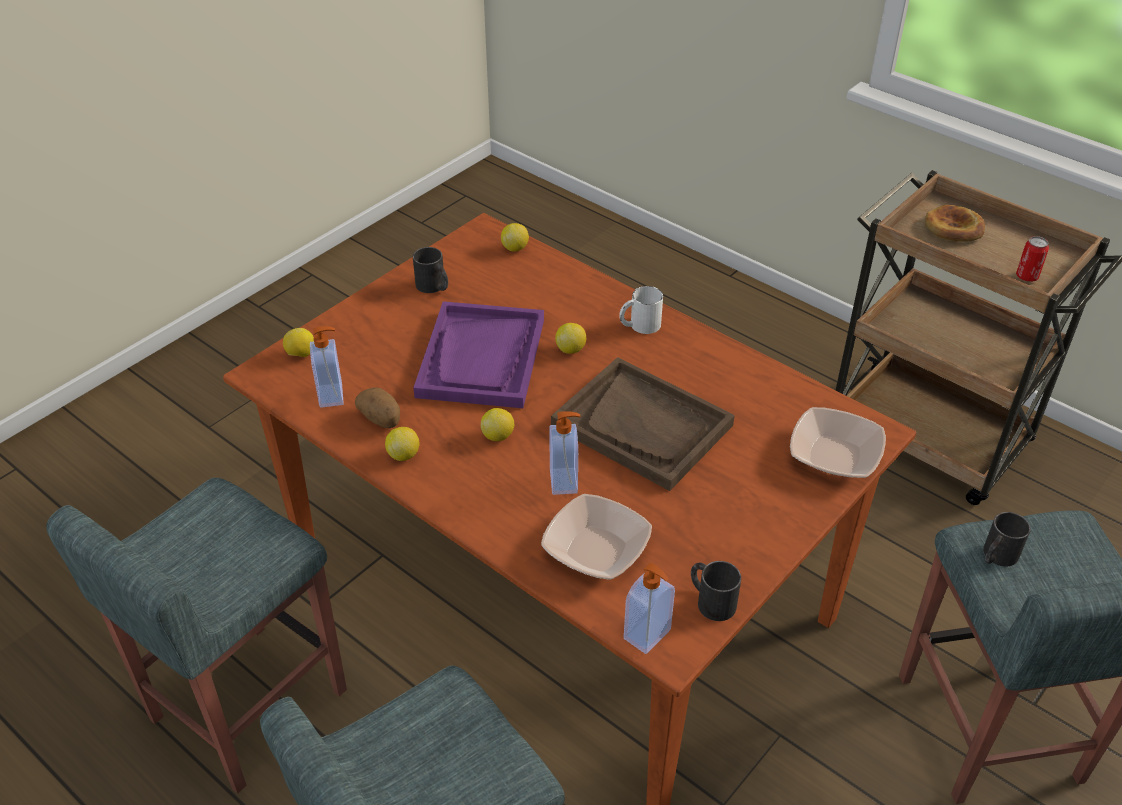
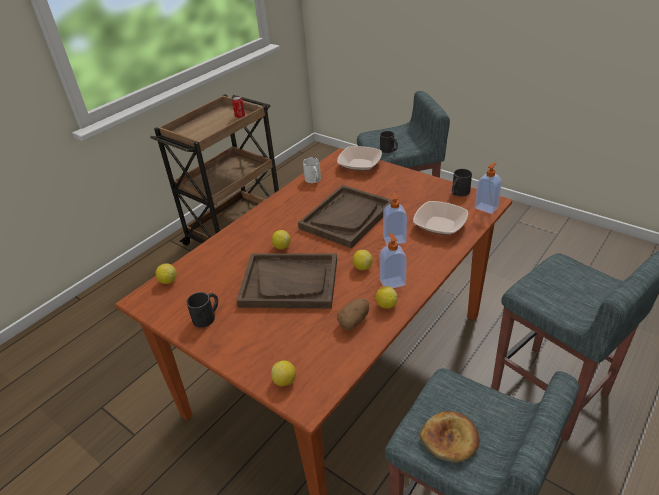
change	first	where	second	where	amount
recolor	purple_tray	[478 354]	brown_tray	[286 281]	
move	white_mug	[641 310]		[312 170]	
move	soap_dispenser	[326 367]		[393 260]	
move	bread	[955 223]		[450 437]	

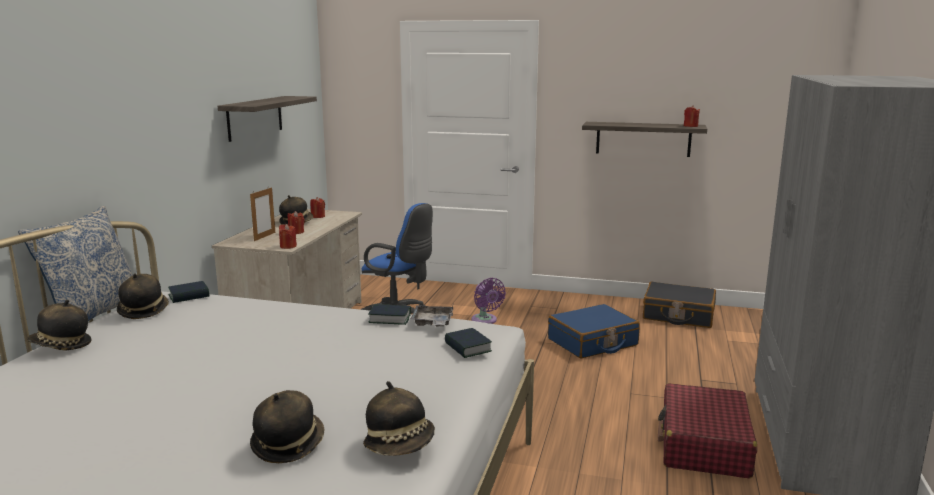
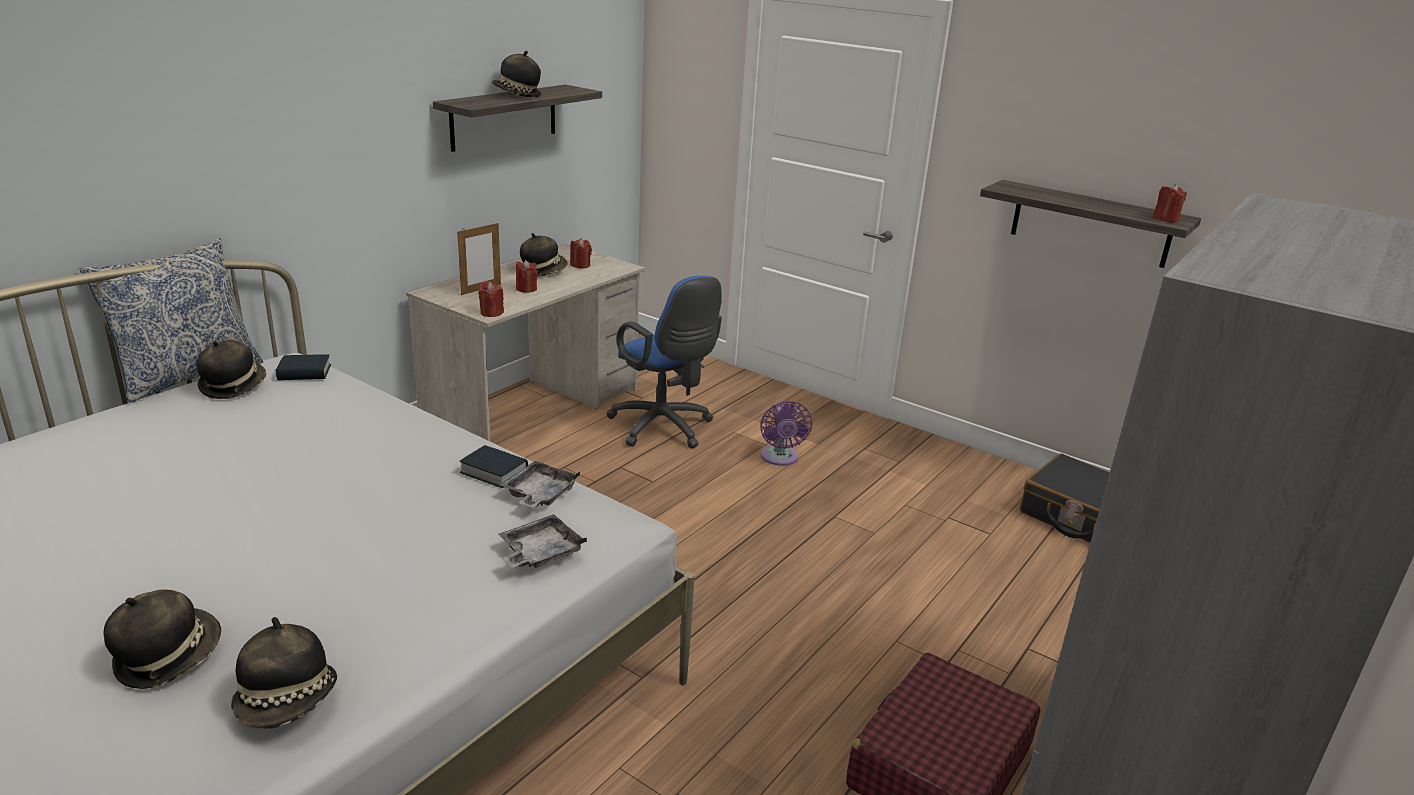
change	first	where	second	where	amount
move	hat	[59 325]		[516 74]	
replace	book	[468 343]	grey_tray	[543 541]	
delete	blue_suitcase	[594 331]			

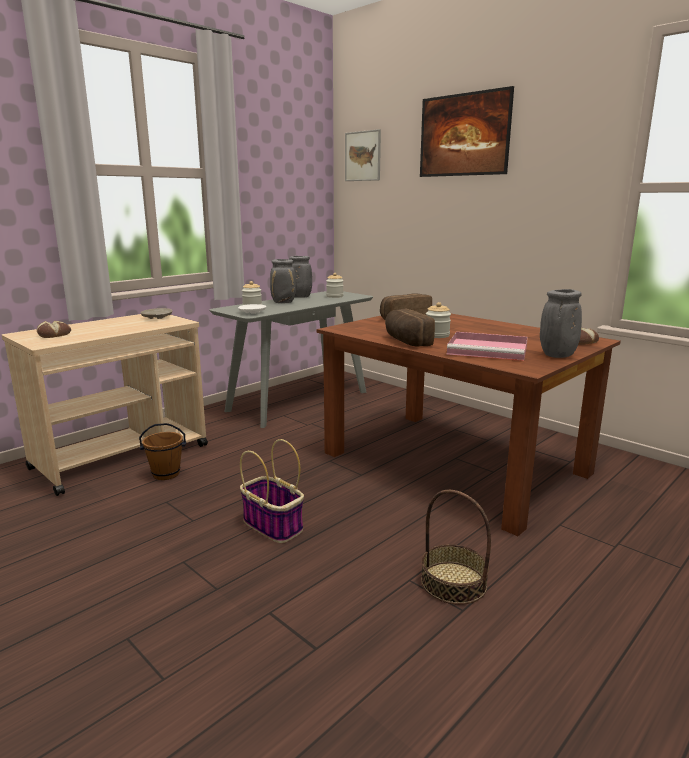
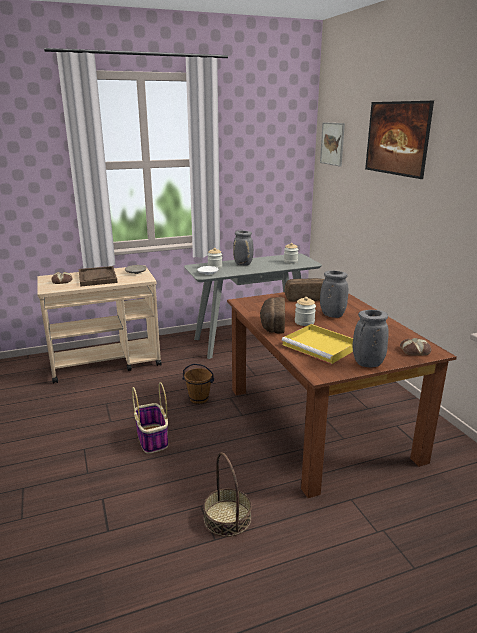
change	first	where	second	where	amount
insert			brown_tray	[98 276]	
move	brown_bucket	[162 451]		[198 384]	
recolor	pink_tray	[487 346]	yellow_tray	[317 344]	
move	grey_vase	[300 277]		[334 294]	

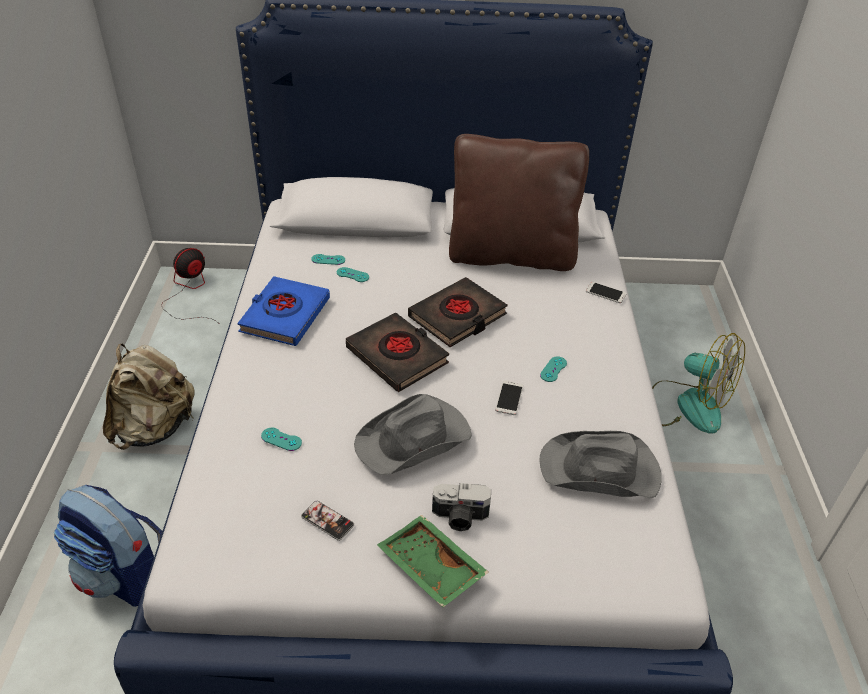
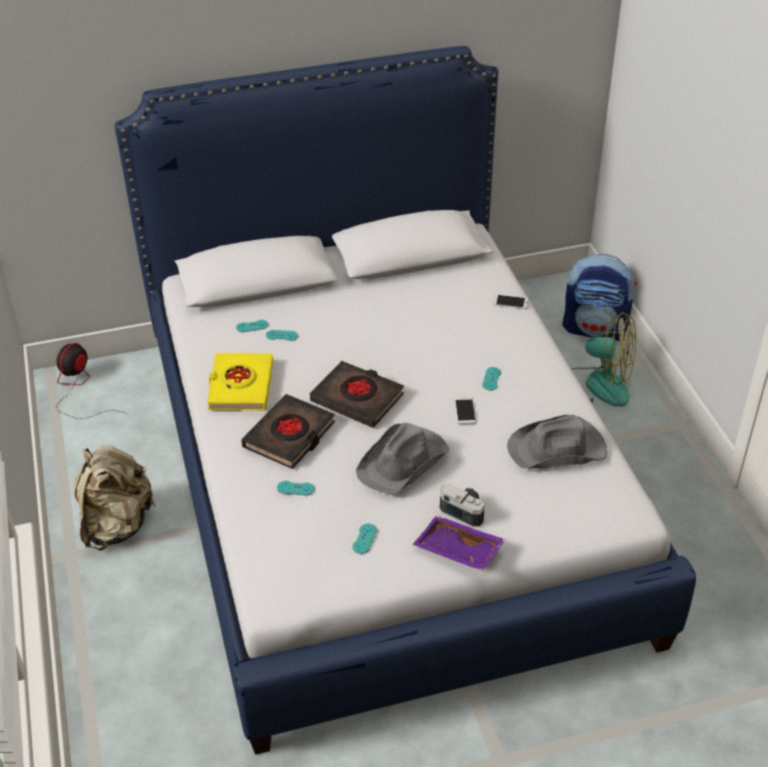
change	first	where	second	where	amount
recolor	blue_book	[283 311]	yellow_book	[240 382]	
move	black_book	[458 312]		[288 431]	
replace	phone	[327 521]	turquoise_game_controller	[364 539]	
recolor	green_tray	[433 561]	purple_tray	[459 543]	
rotate	photo_camera	[461 507]		[462 505]	135 degrees counterclockwise
move	backpack	[108 546]		[600 297]	
delete	brown_pillow	[519 202]			

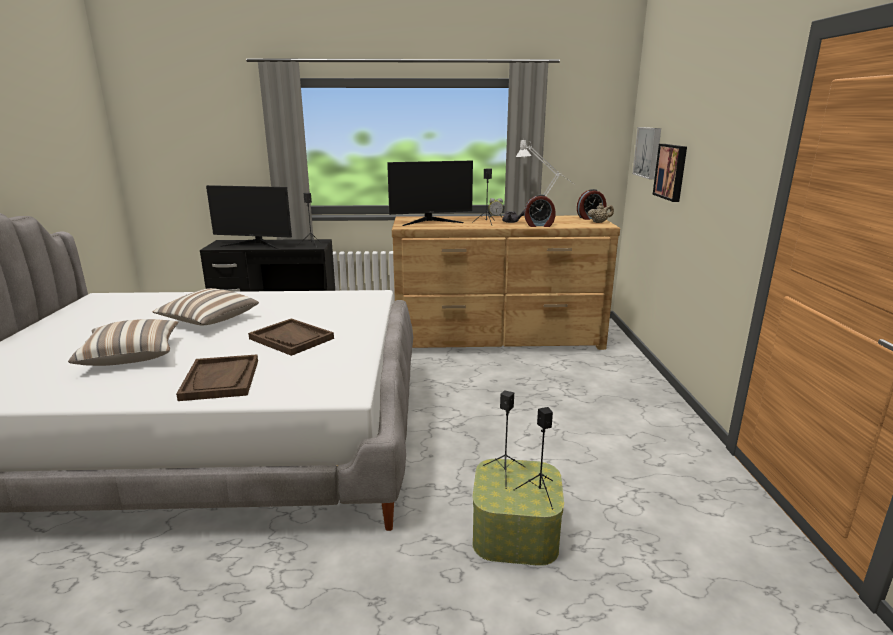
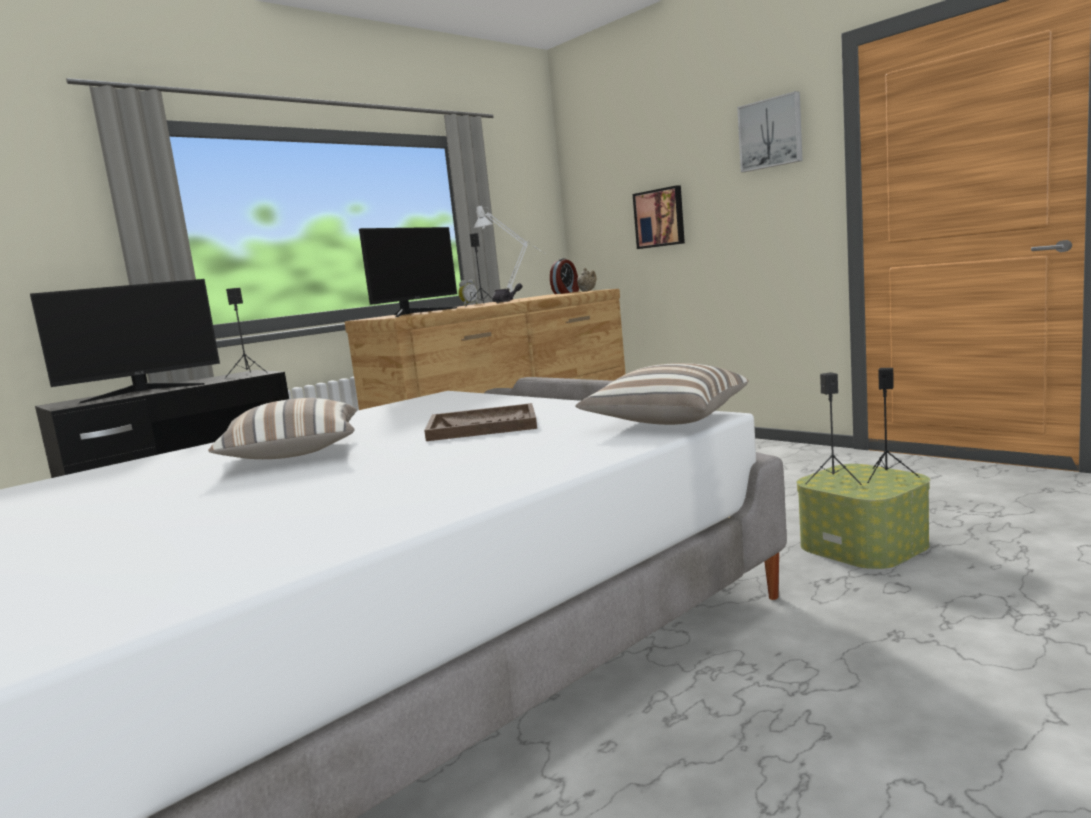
change	first	where	second	where	amount
move	pillow	[123 342]		[661 394]	
move	picture	[646 153]		[769 131]	
delete	brown_tray	[217 377]			
delete	alarm_clock	[540 210]			

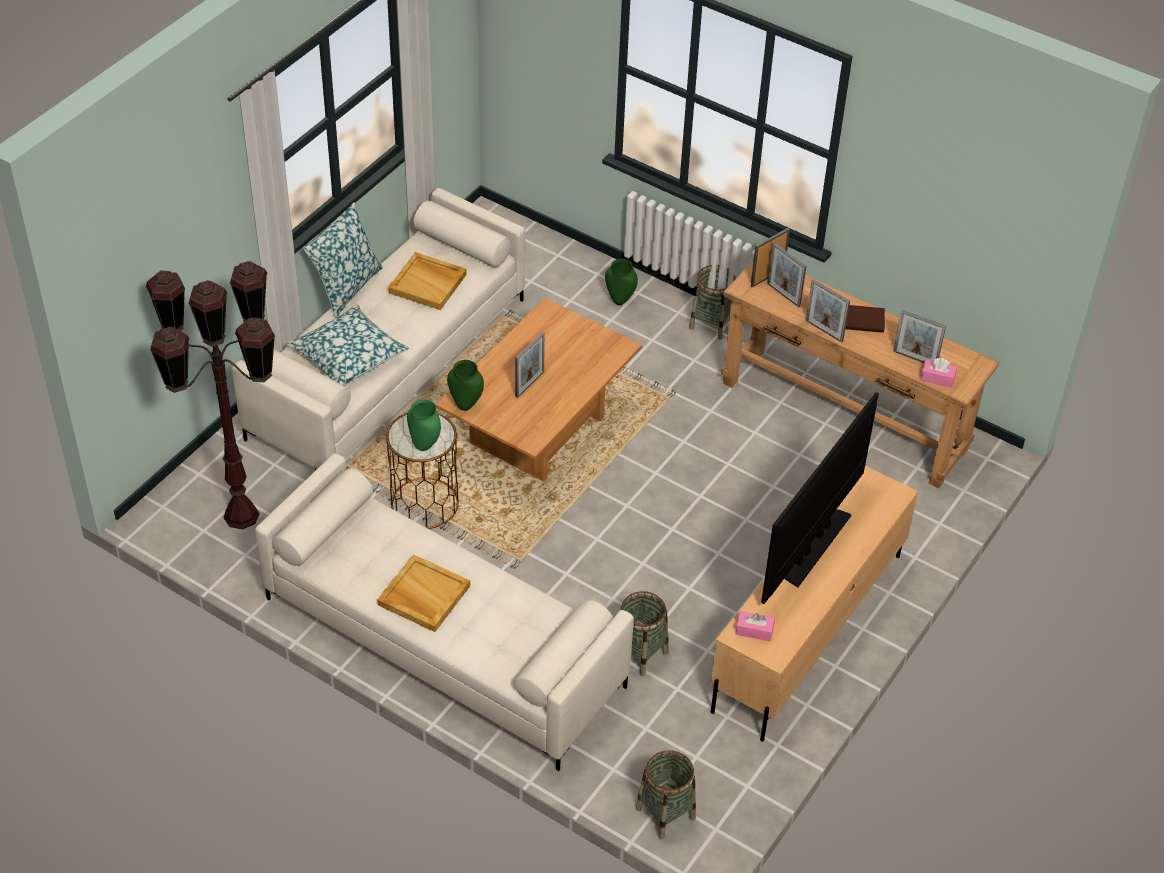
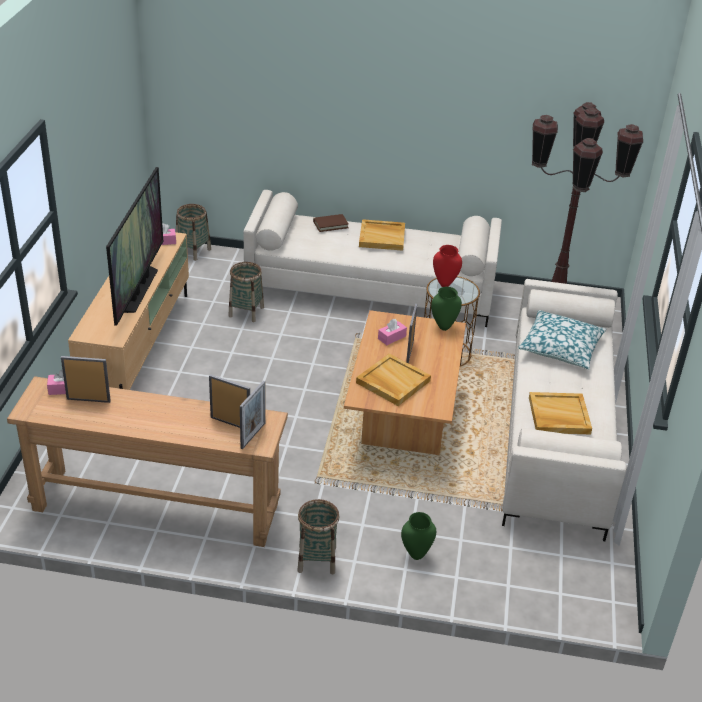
change	first	where	second	where	amount
move	brown_book	[865 319]		[331 223]	
insert			beige_tray	[393 380]	
insert			pink_tissue_box	[392 332]	
recolor	green_vase	[424 425]	red_vase	[447 266]	
delete	pillow	[343 260]			
delete	picture_frame	[828 310]			

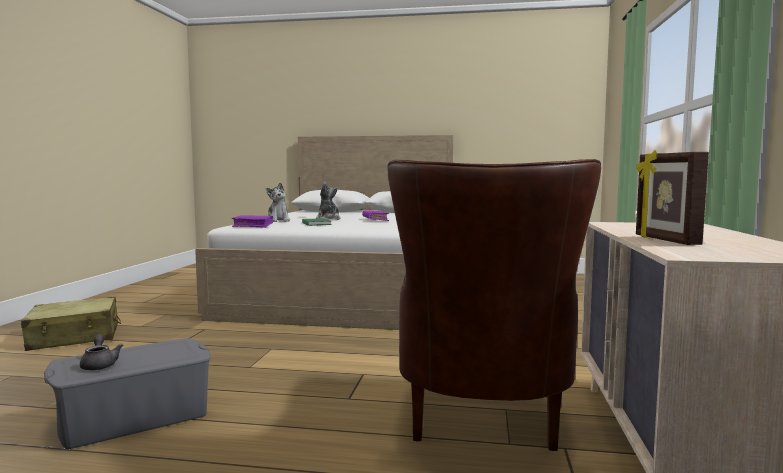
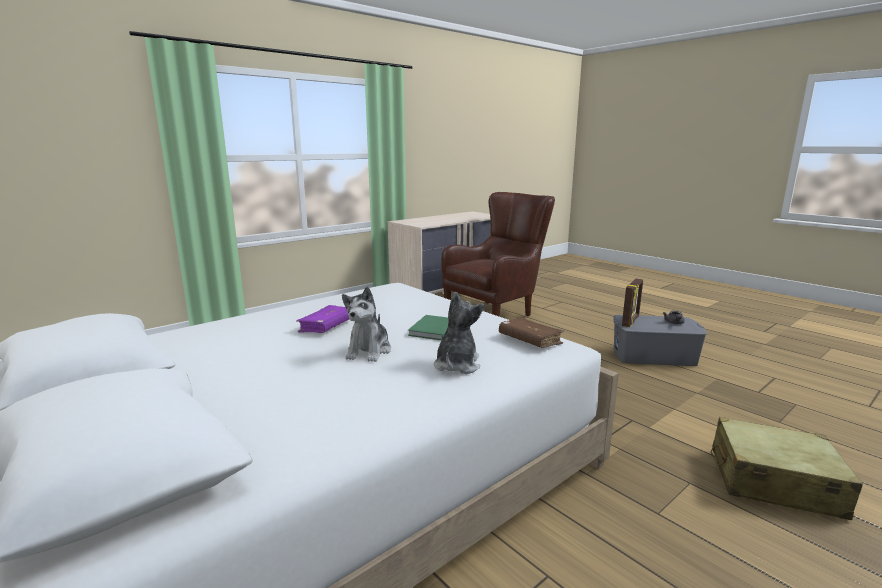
change	first	where	second	where	amount
recolor	purple_book	[252 221]	brown_book	[531 333]	
move	picture_frame	[672 197]		[632 303]	

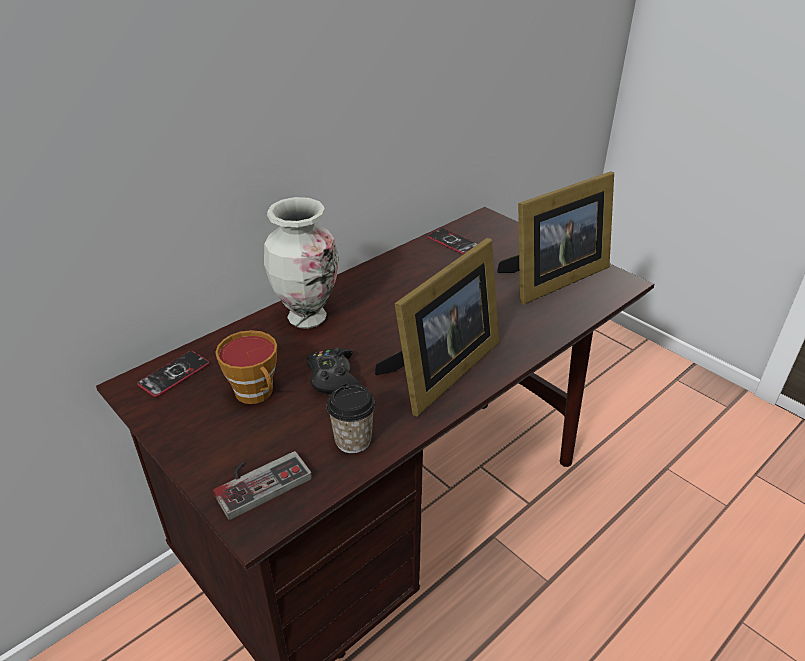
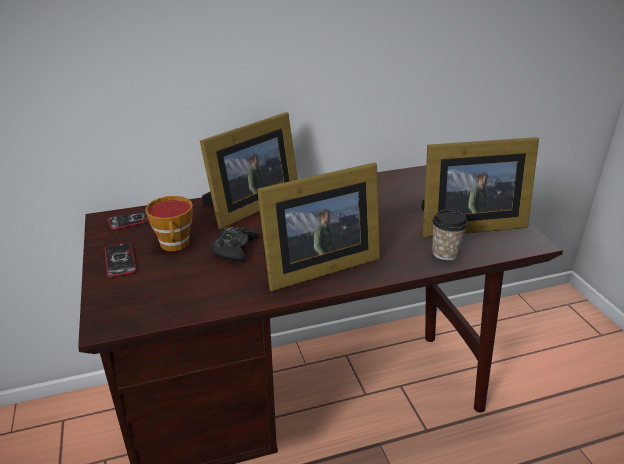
change	first	where	second	where	amount
move	phone	[452 241]		[120 259]	
replace	vase	[301 263]	picture_frame	[249 170]	
move	cup	[351 418]		[450 234]	
delete	game_controller	[262 485]			

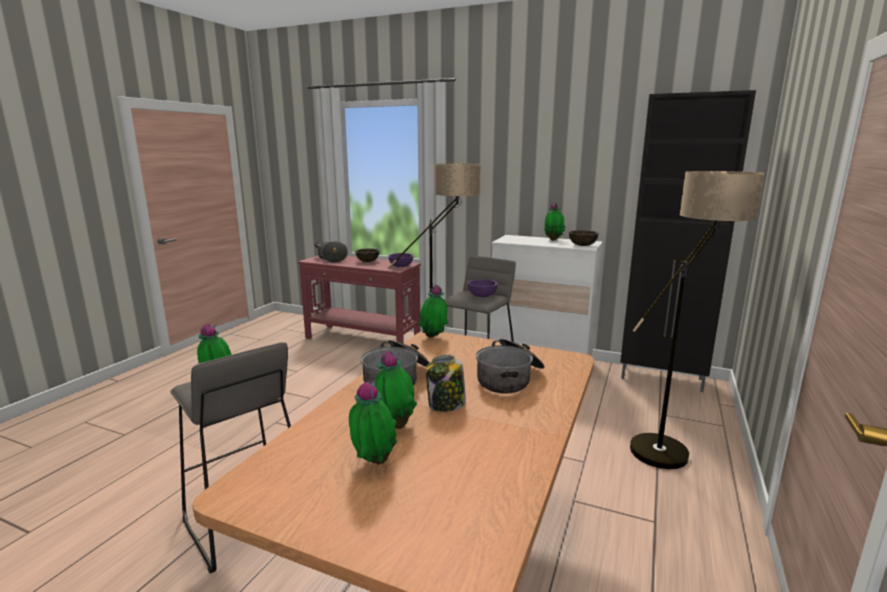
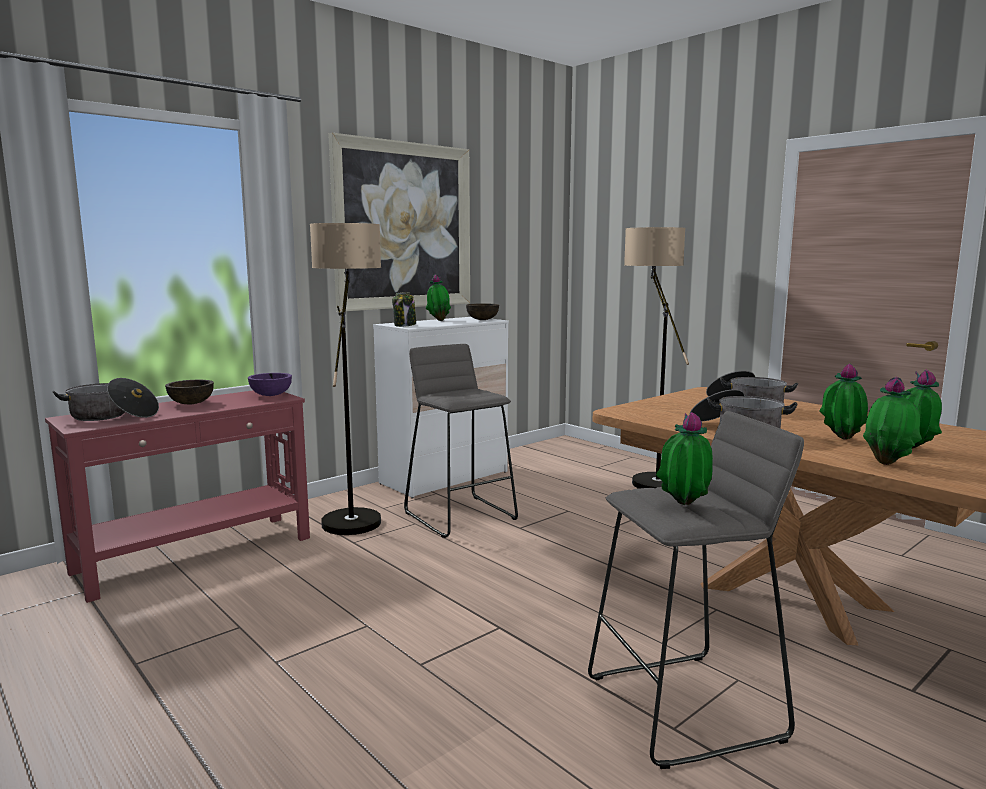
change	first	where	second	where	amount
insert			picture	[399 222]	
move	jar	[446 383]		[404 309]	
move	potted_plant	[433 311]		[892 421]	
delete	purple_bowl	[483 288]			
delete	black_cabinet	[688 241]			

